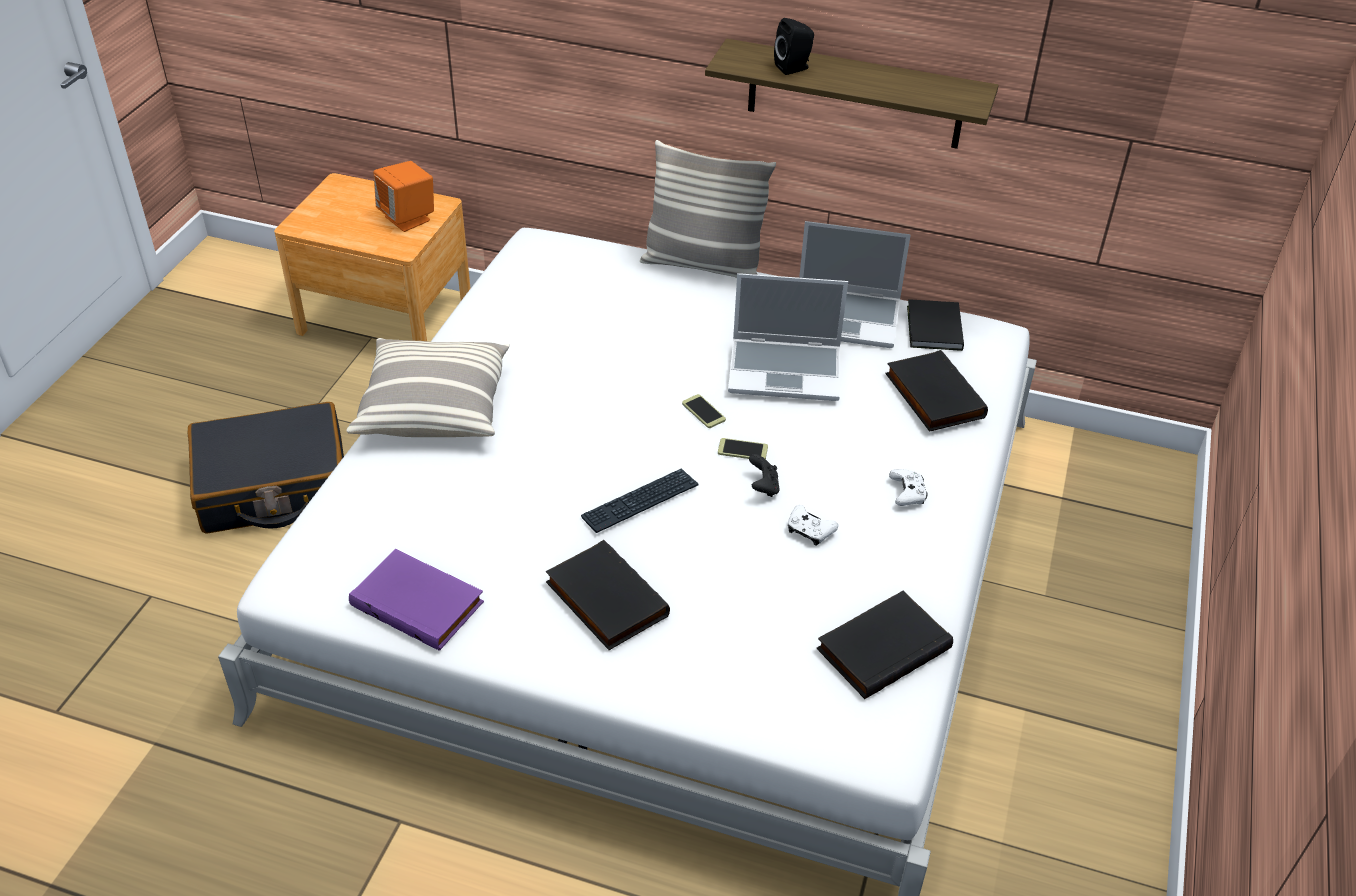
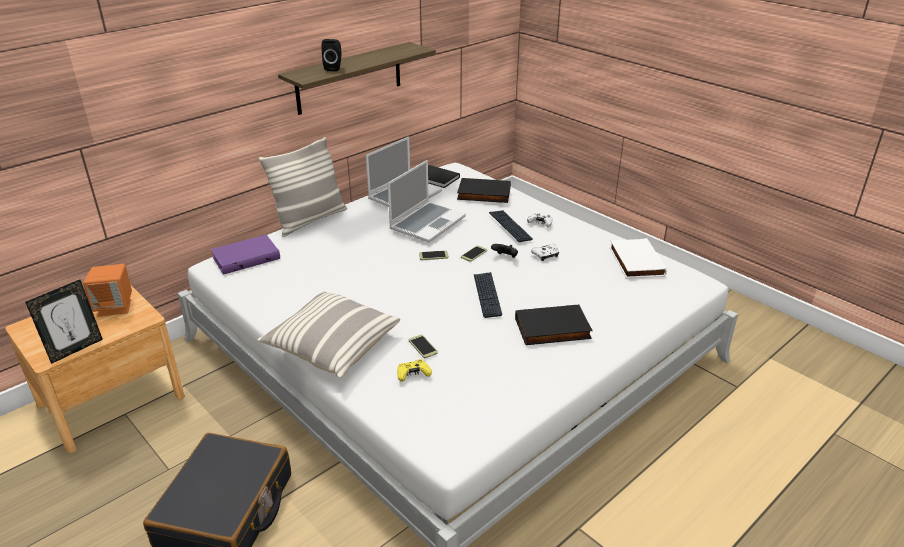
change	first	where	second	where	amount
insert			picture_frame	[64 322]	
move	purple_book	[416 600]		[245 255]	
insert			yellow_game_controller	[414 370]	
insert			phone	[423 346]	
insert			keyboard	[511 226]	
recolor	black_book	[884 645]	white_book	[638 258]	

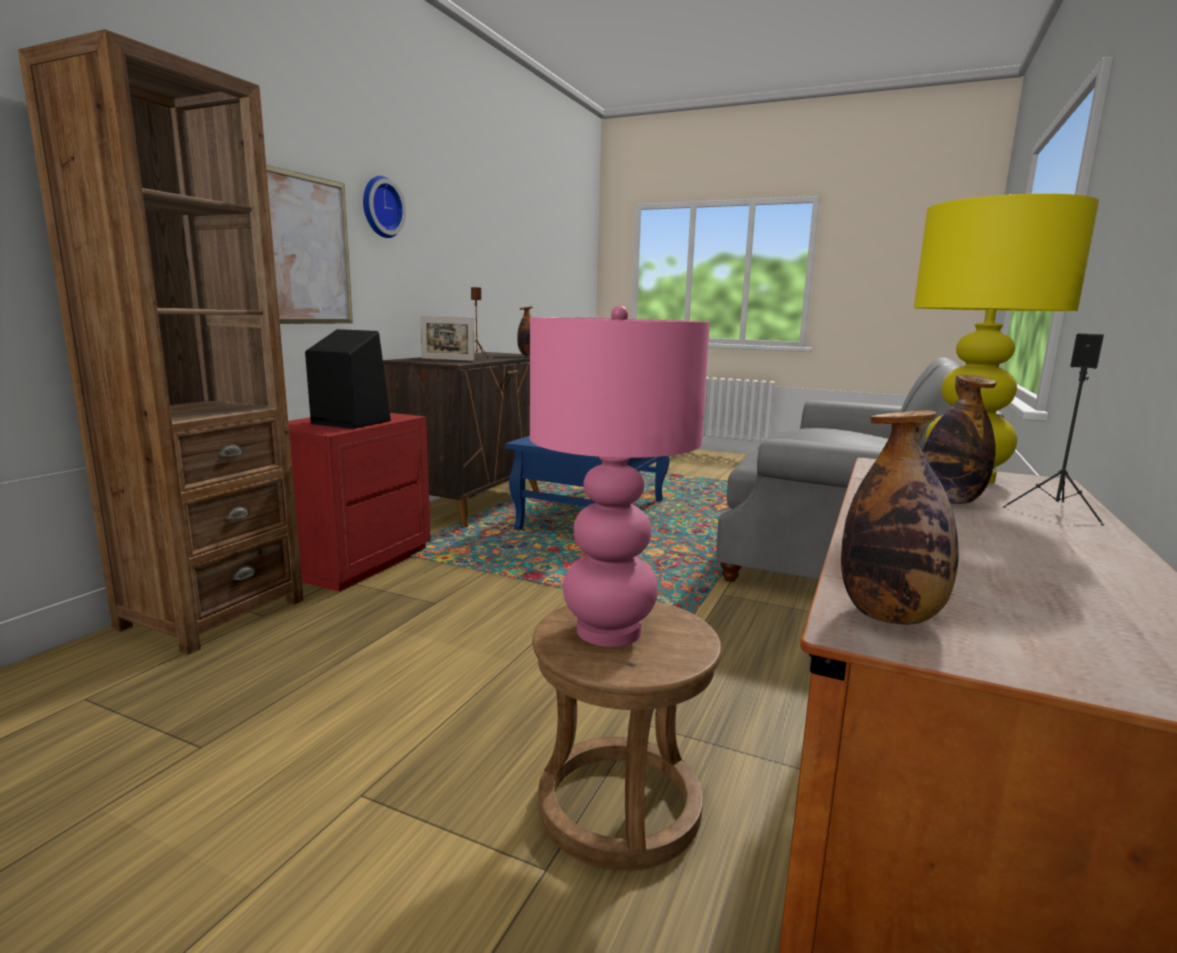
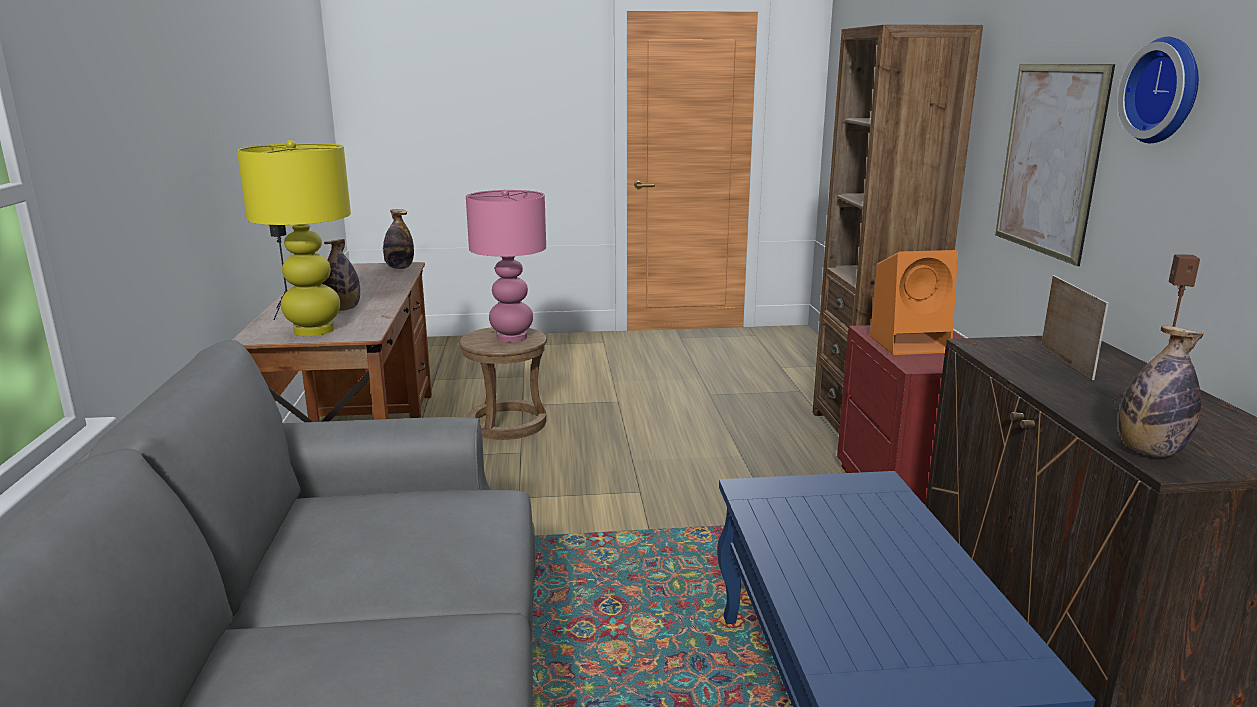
change	first	where	second	where	amount
recolor	black_speaker	[348 379]	orange_speaker	[914 302]	
rotate	picture_frame	[447 338]		[1075 327]	105 degrees clockwise

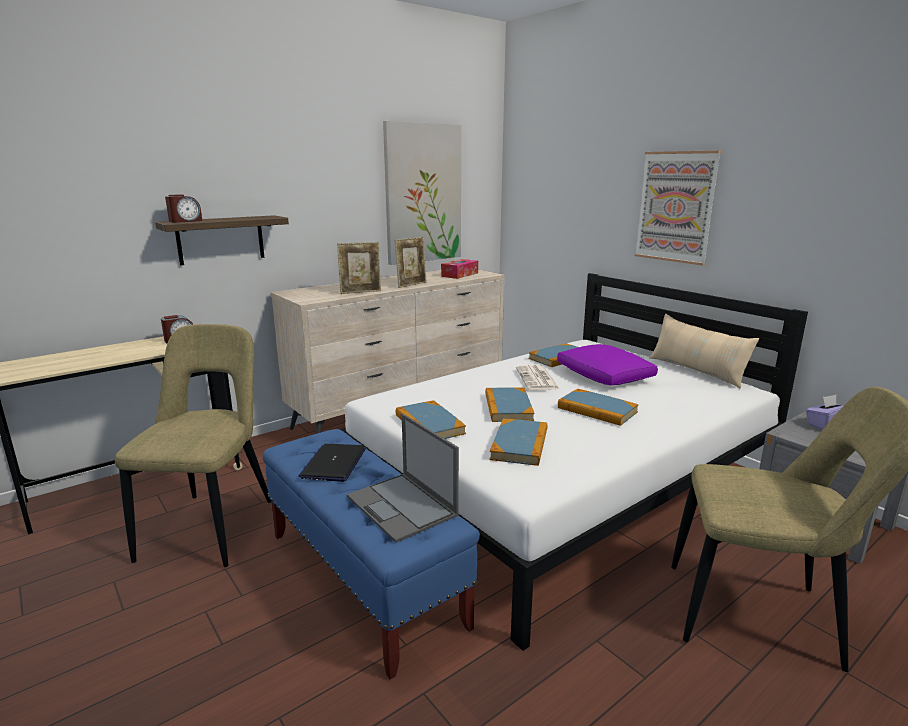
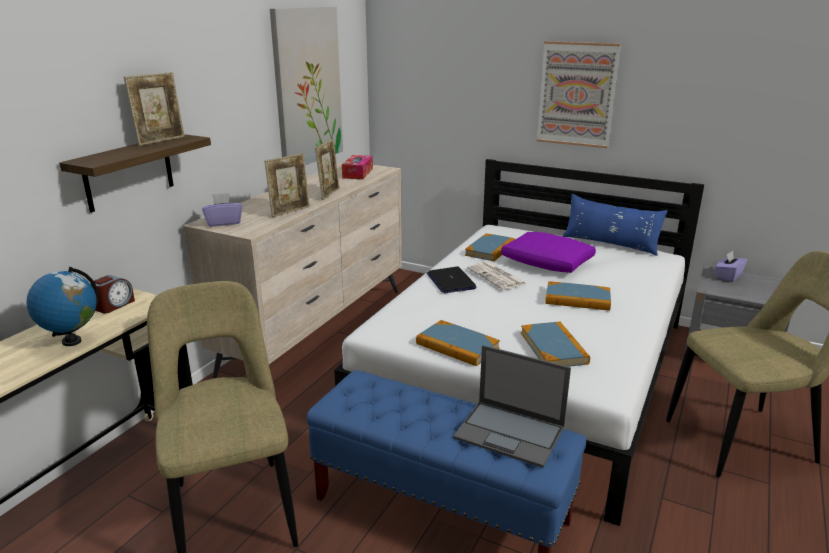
change	first	where	second	where	amount
insert			globe	[62 306]	
insert			picture_frame	[154 109]	
insert			purple_tissue_box	[222 210]	
move	laptop	[332 463]		[451 280]	
recolor	beige_pillow	[704 351]	blue_pillow	[614 225]	
delete	alarm_clock	[183 208]			
delete	book	[510 404]			

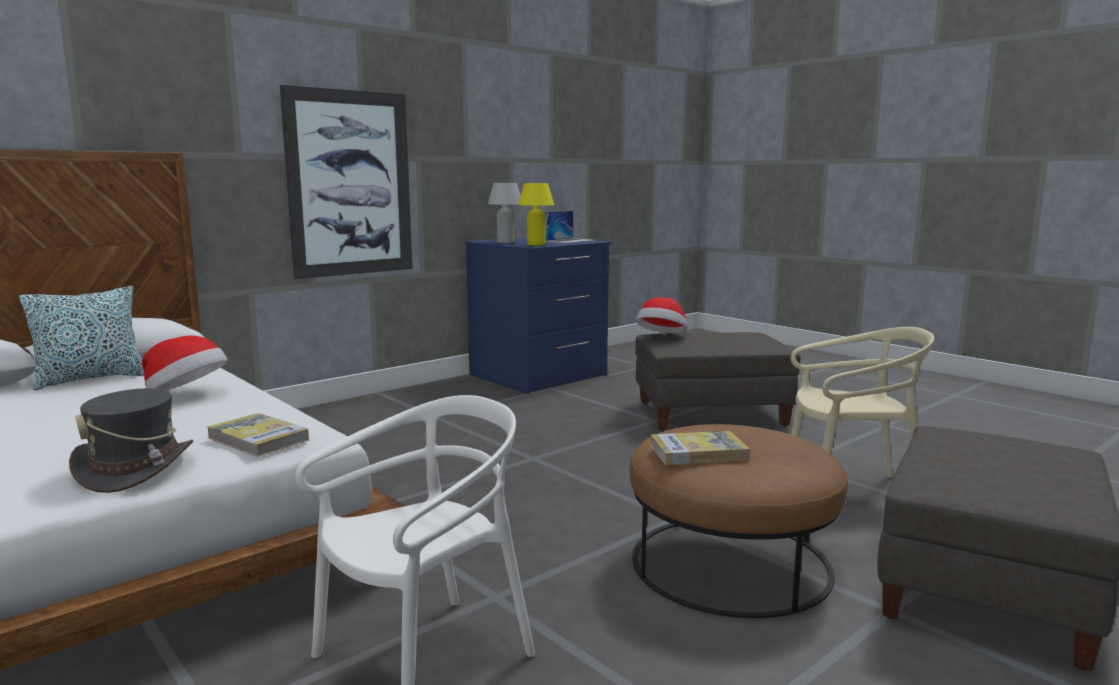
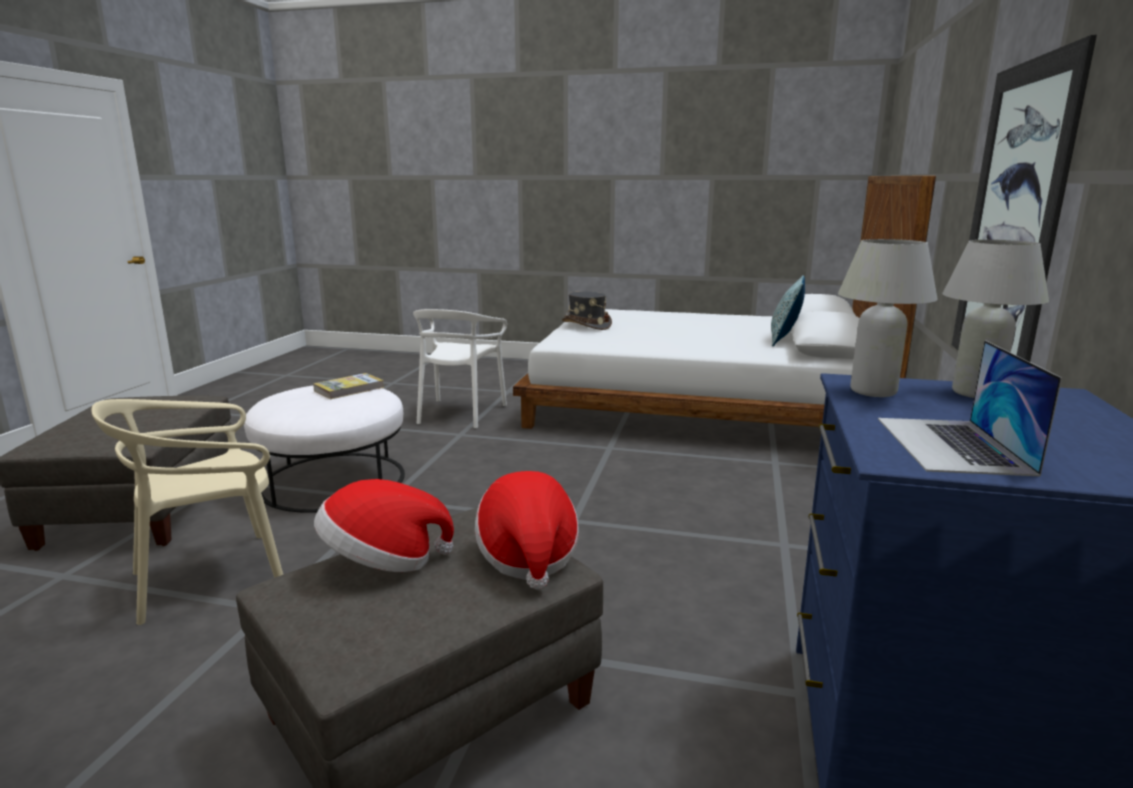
change	first	where	second	where	amount
recolor	brown_ottoman	[739 521]	white_ottoman	[324 449]	
move	hat	[185 362]		[384 525]	
recolor	yellow_table_lamp	[536 214]	white_table_lamp	[888 318]	
delete	book	[258 435]			

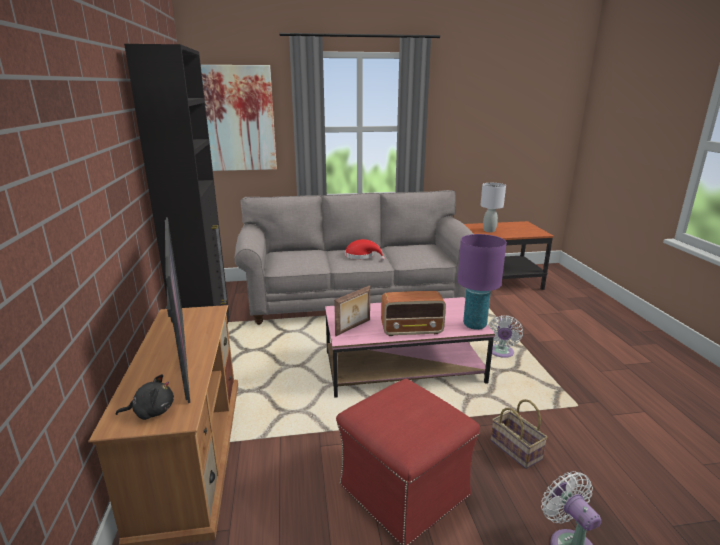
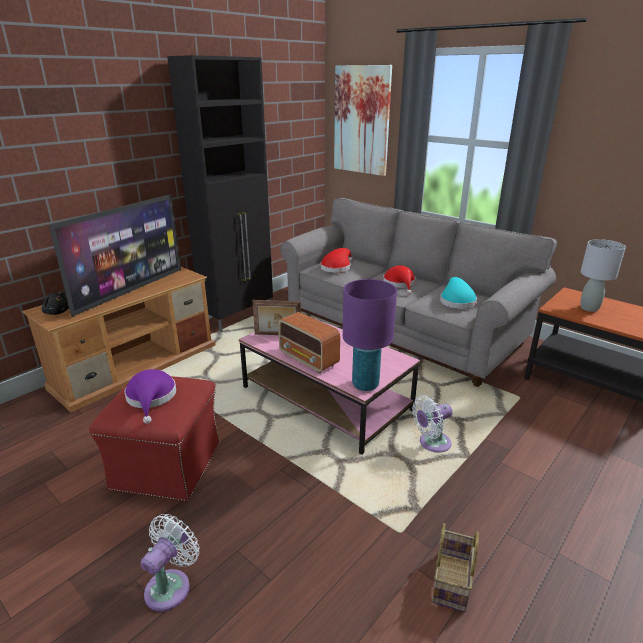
change	first	where	second	where	amount
insert			purple_hat	[150 396]	
insert			red_hat	[337 260]	
move	basket	[519 434]		[455 567]	
insert			turquoise_hat	[458 293]	

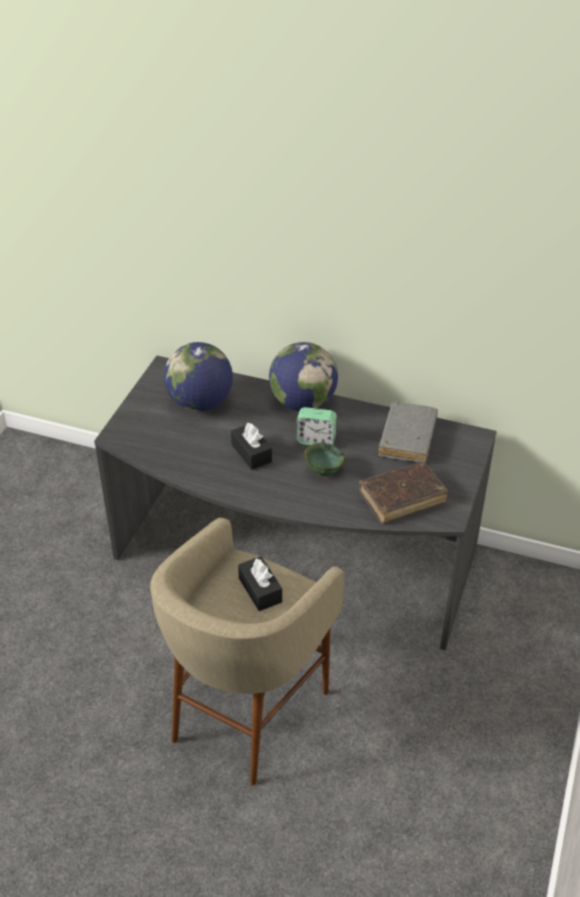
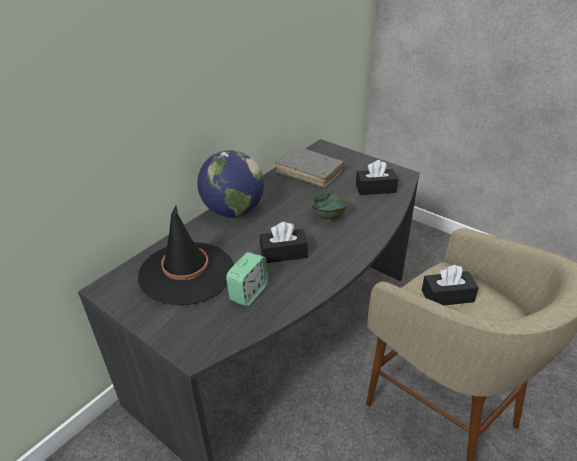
change	first	where	second	where	amount
replace	globe	[198 376]	black_hat	[186 255]	
move	alarm_clock	[316 426]		[247 279]	
replace	brown_book	[403 493]	black_tissue_box	[377 177]	

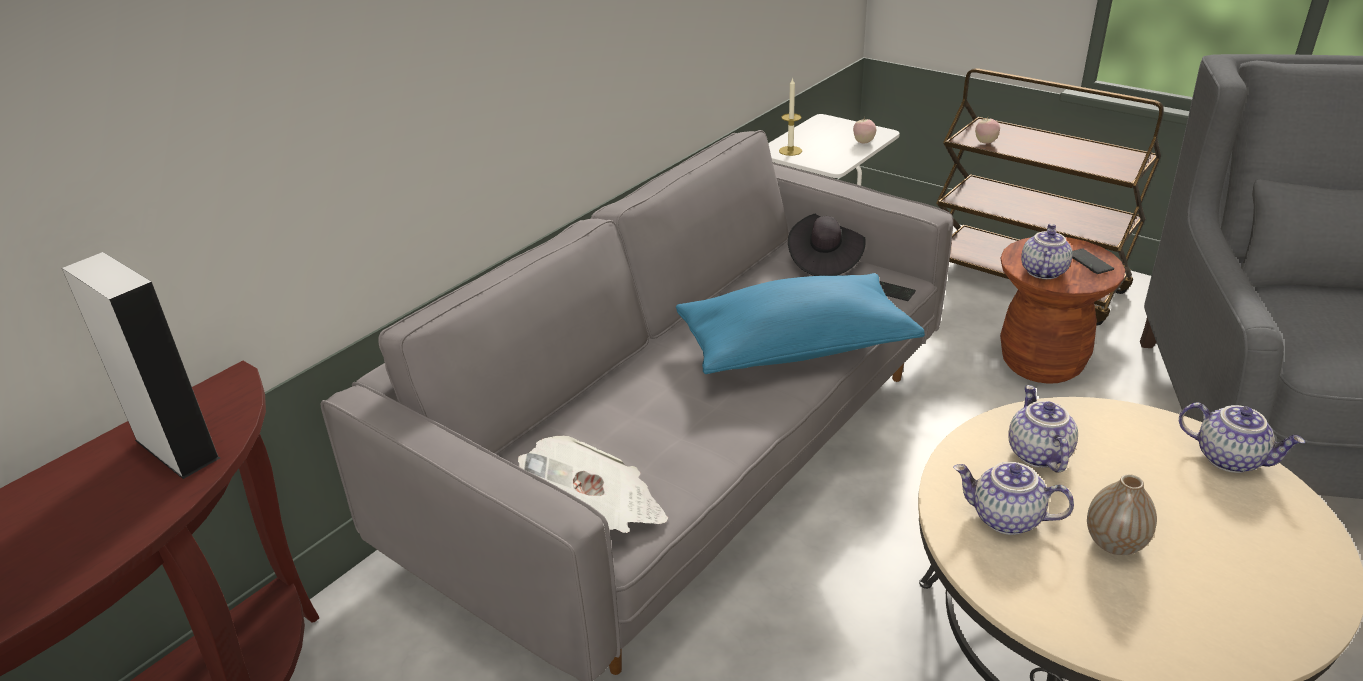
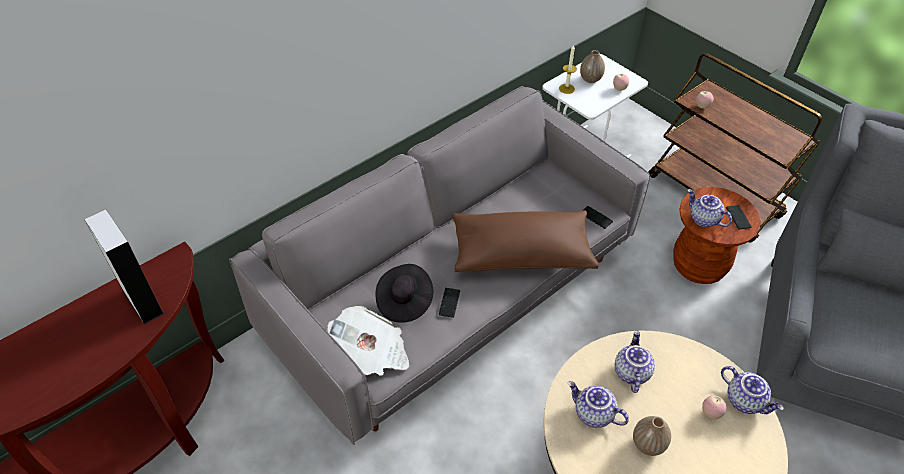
change	first	where	second	where	amount
move	black_hat	[827 245]		[404 293]	
insert			phone	[449 303]	
recolor	blue_pillow	[800 323]	brown_pillow	[525 241]	
insert			vase	[592 66]	
rotate	teapot	[1046 251]		[710 208]	75 degrees counterclockwise
insert			apple	[714 407]	

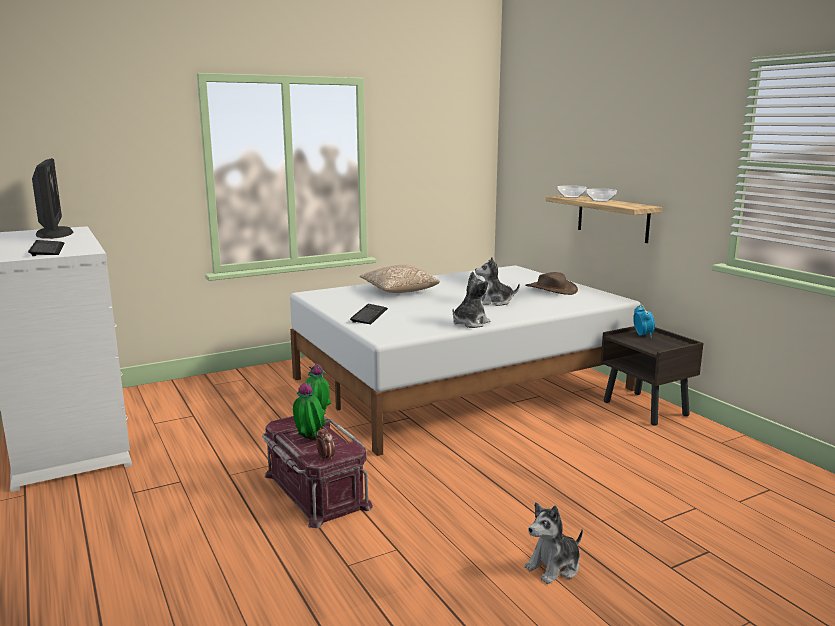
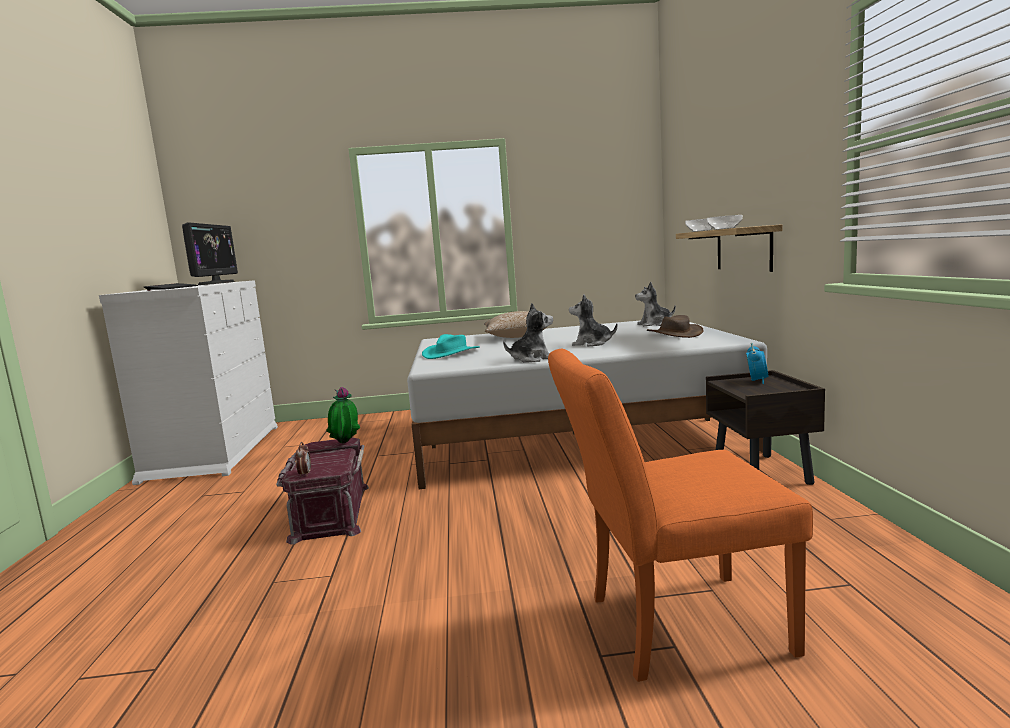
change	first	where	second	where	amount
replace	keyboard	[369 314]	turquoise_hat	[451 346]	
insert			orange_chair	[680 515]	
move	plush_toy	[553 543]		[655 304]	
delete	potted_plant	[309 411]			

